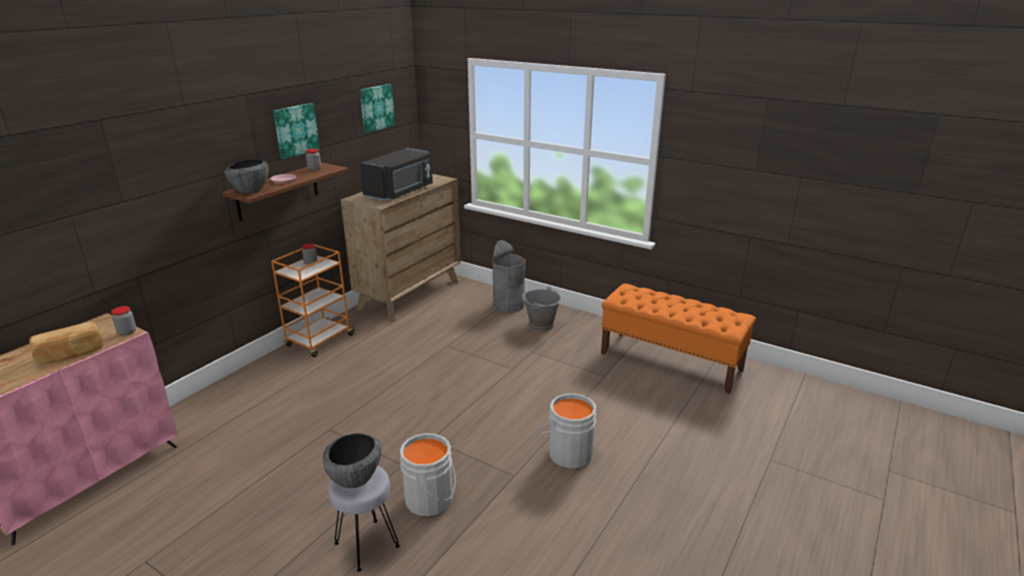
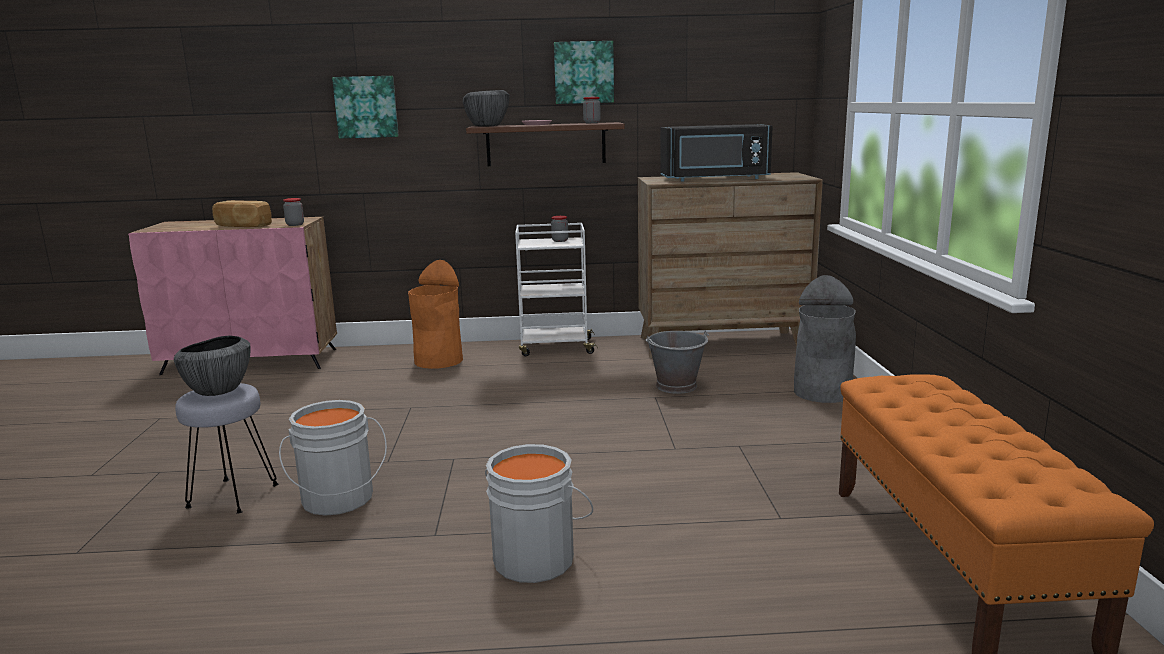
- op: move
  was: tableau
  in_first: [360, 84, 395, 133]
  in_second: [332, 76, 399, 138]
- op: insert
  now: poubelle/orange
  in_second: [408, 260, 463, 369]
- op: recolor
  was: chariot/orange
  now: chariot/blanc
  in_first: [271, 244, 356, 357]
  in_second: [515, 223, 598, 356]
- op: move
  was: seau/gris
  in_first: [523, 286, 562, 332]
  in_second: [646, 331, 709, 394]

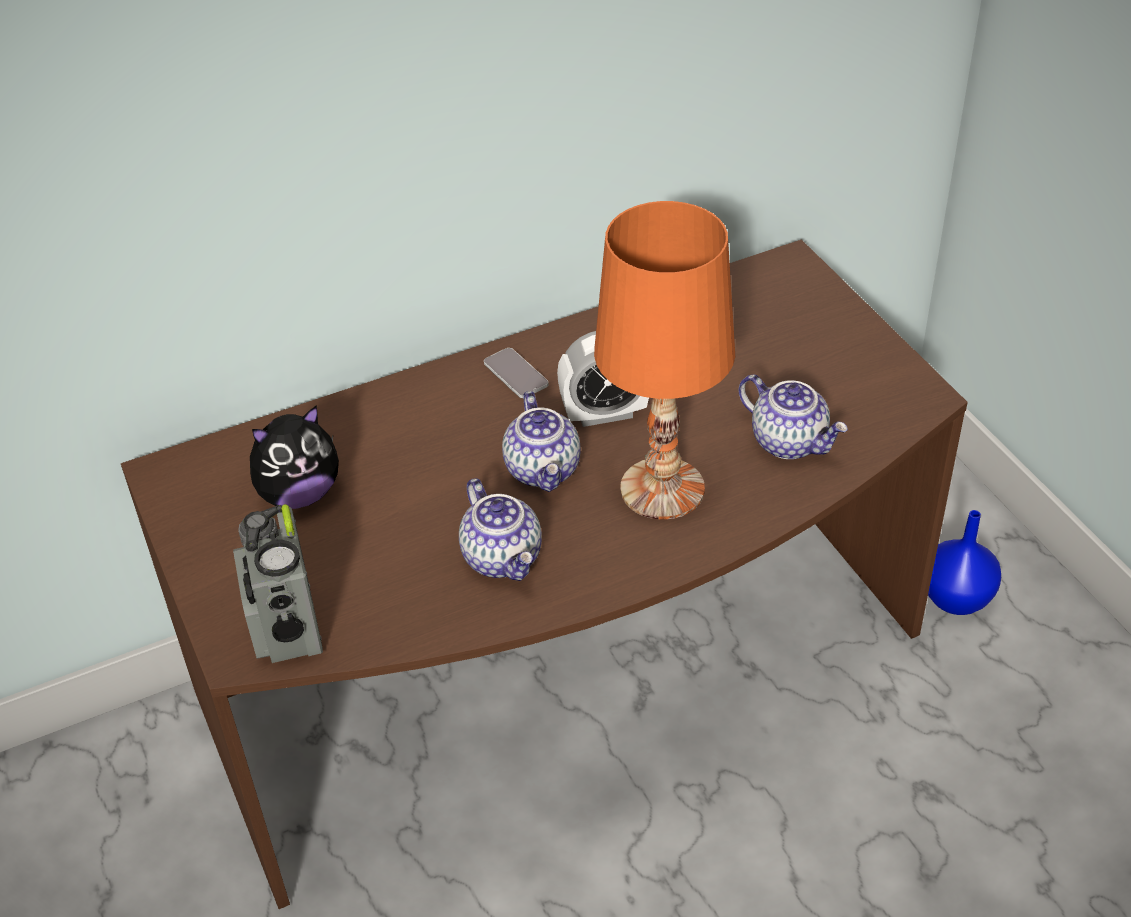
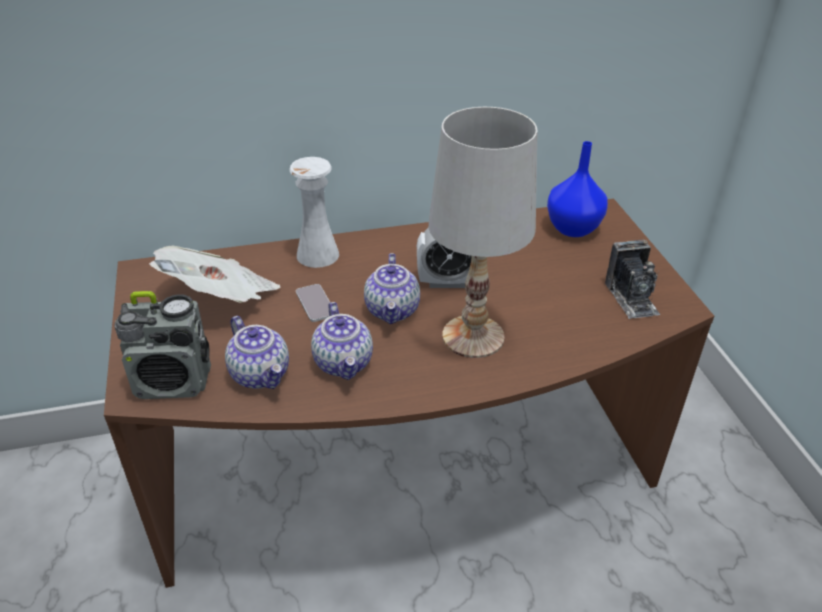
- op: rotate
  was: radio
  in_first: [233, 504, 323, 663]
  in_second: [114, 291, 211, 399]
  clockwise: -90
- op: replace
  was: peluche
  now: journal
  in_first: [250, 405, 339, 509]
  in_second: [149, 246, 280, 303]
- op: move
  was: théière
  in_first: [739, 374, 848, 459]
  in_second: [225, 316, 289, 389]
- op: insert
  now: vase/blanc
  in_second: [290, 157, 339, 268]
- op: move
  was: téléphone
  in_first: [484, 348, 548, 398]
  in_second: [296, 284, 330, 322]
- op: recolor
  was: lampe de table/orange
  now: lampe de table/blanc
  in_first: [594, 201, 735, 520]
  in_second: [428, 107, 538, 358]
- op: move
  was: vase/bleu
  in_first: [928, 510, 1001, 615]
  in_second: [547, 141, 608, 237]
- op: insert
  now: appareil photo
  in_second: [605, 240, 660, 319]

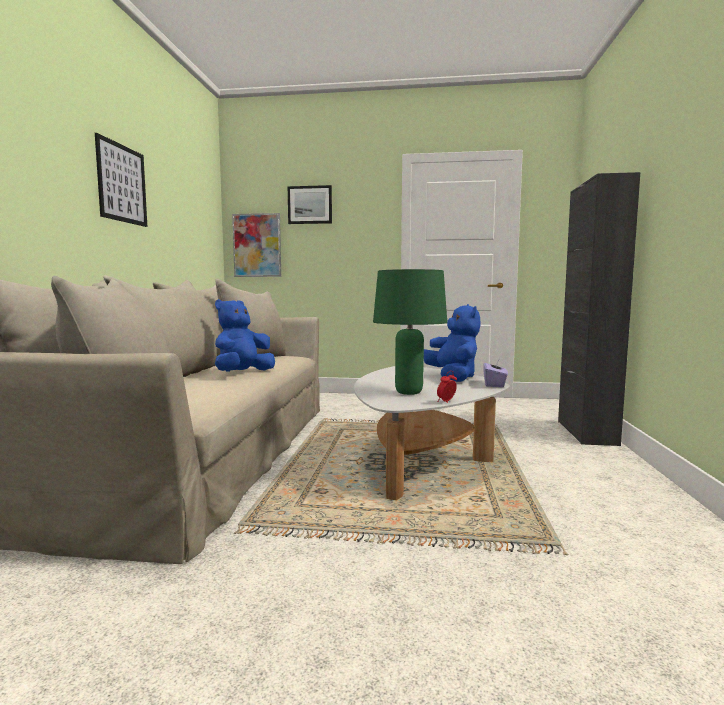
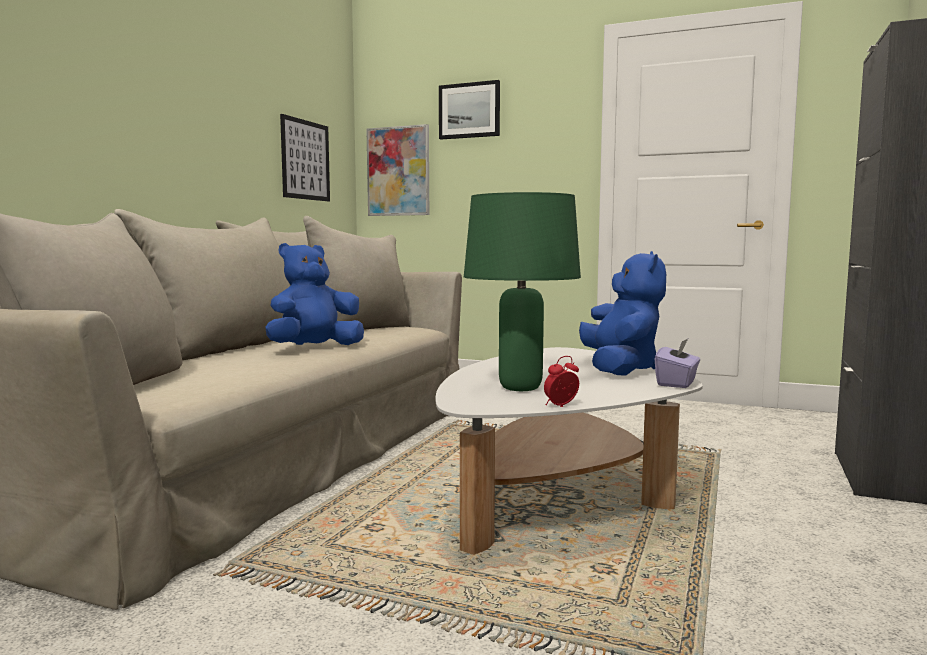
- op: move
  was: tableau
  in_first: [95, 133, 147, 227]
  in_second: [280, 114, 330, 201]

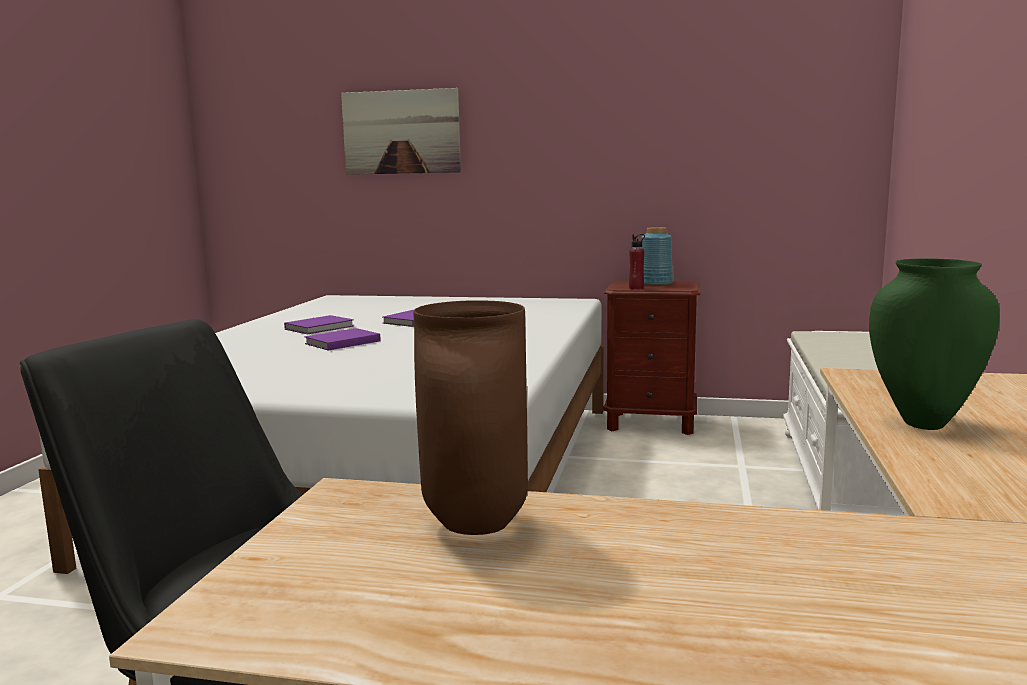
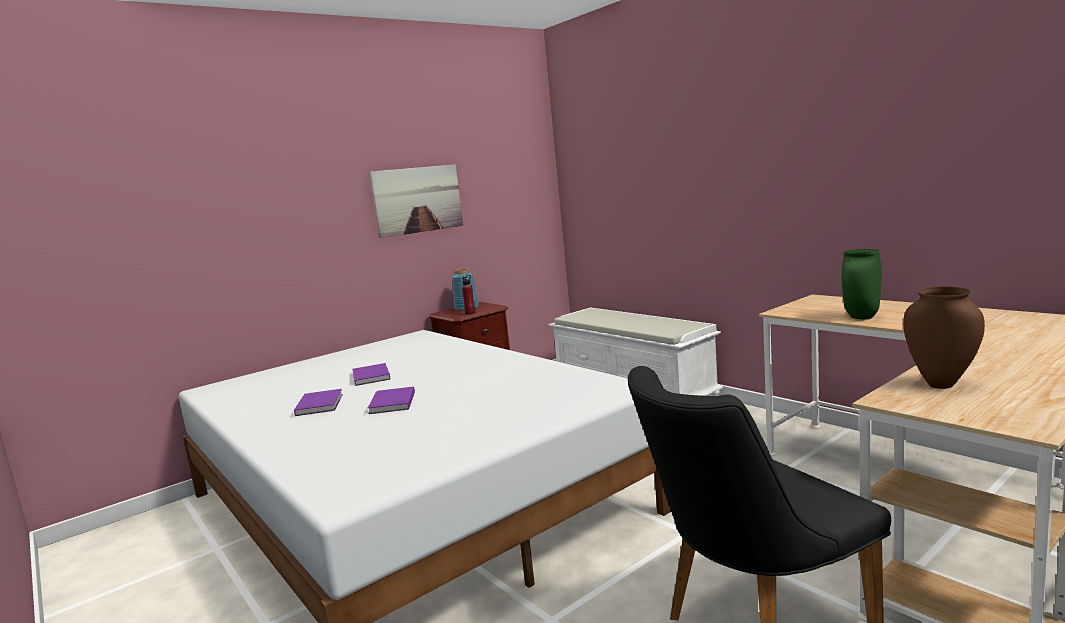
- op: move
  was: tableau
  in_first: [341, 88, 461, 175]
  in_second: [369, 164, 463, 238]

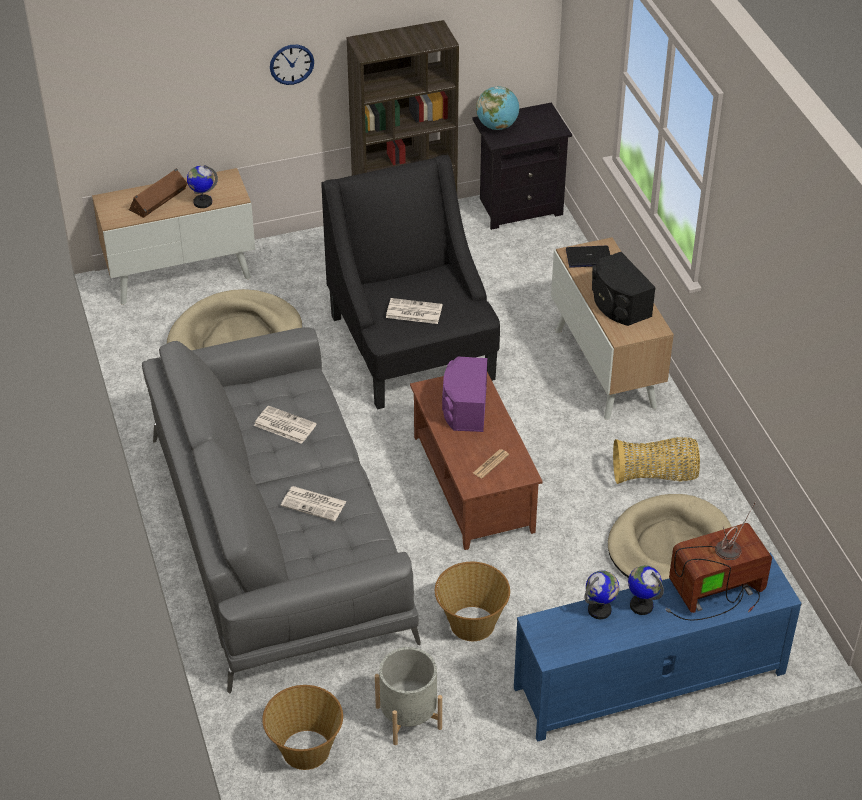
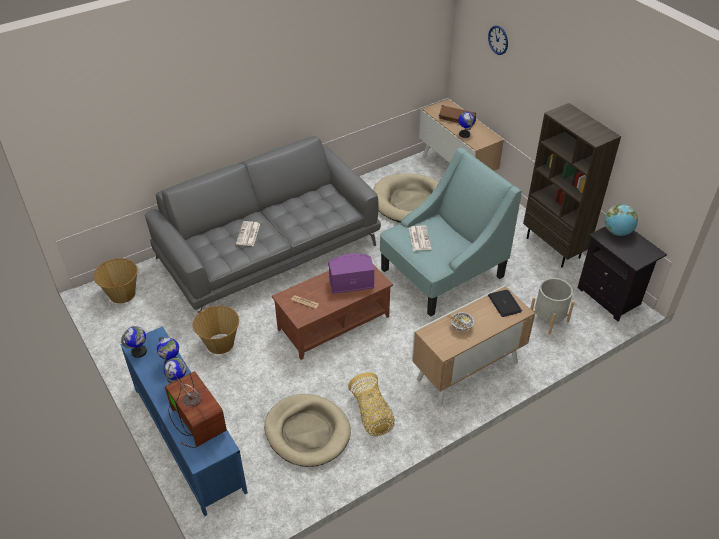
- op: insert
  now: globe
  in_second: [121, 326, 147, 358]
- op: recolor
  was: fauteuil/noir
  now: fauteuil/turquoise
  in_first: [321, 155, 500, 409]
  in_second: [380, 147, 522, 317]
- op: replace
  was: enceinte/noir
  now: bol
  in_first: [592, 252, 656, 326]
  in_second: [448, 312, 474, 331]
- op: move
  was: horloge murale
  in_first: [270, 45, 314, 85]
  in_second: [488, 26, 508, 55]
- op: move
  was: cache-pot/gris
  in_first: [375, 647, 442, 745]
  in_second: [530, 278, 575, 335]
- op: delete
  was: journal
  in_first: [254, 405, 317, 444]

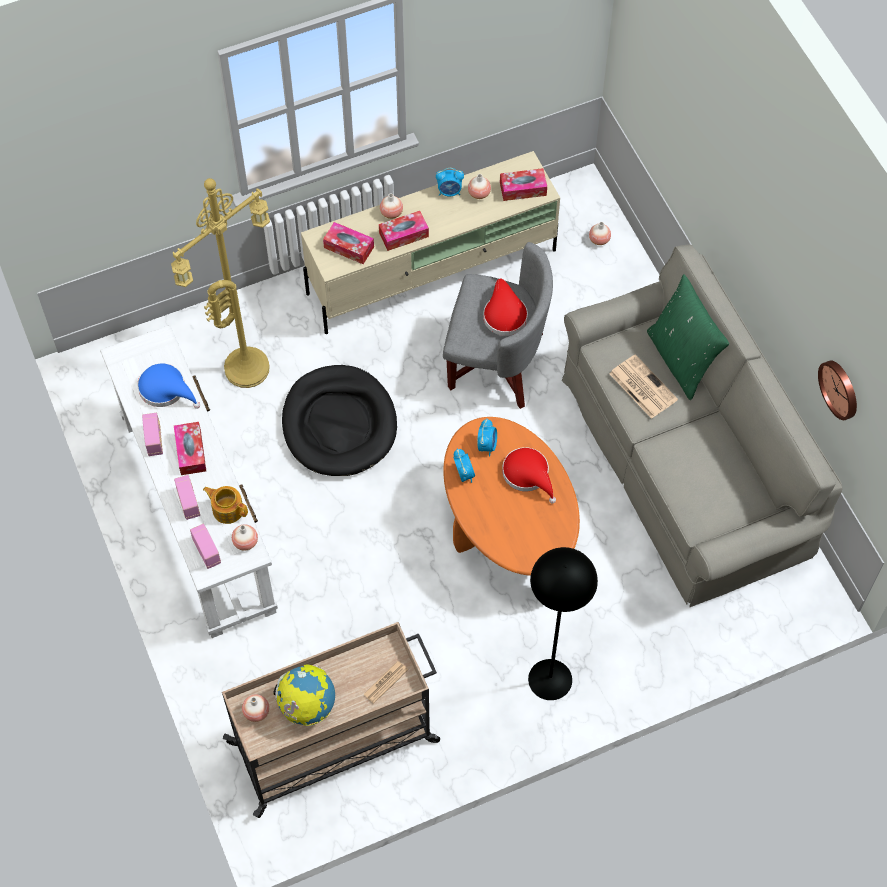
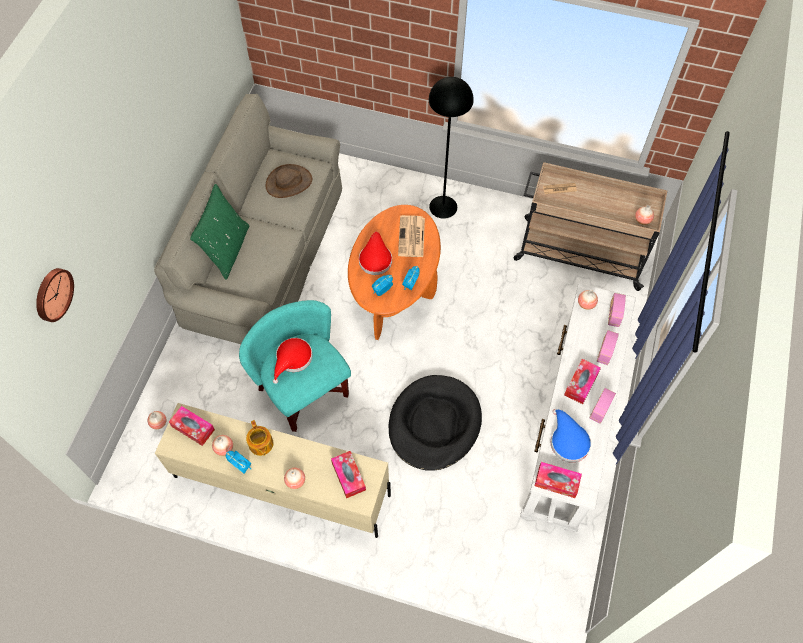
- op: move
  was: horloge murale
  in_first: [818, 360, 857, 420]
  in_second: [36, 268, 74, 322]
- op: recolor
  was: fauteuil/gris
  now: fauteuil/turquoise
  in_first: [443, 242, 553, 409]
  in_second: [239, 300, 351, 432]
- op: move
  was: théière
  in_first: [203, 486, 248, 524]
  in_second: [246, 420, 273, 456]
- op: insert
  now: chapeau/marron
  in_second: [266, 164, 312, 198]
- op: move
  was: journal
  in_first: [609, 354, 678, 419]
  in_second: [398, 215, 425, 257]
- op: move
  was: boîte à mouchoirs
  in_first: [379, 211, 429, 251]
  in_second: [535, 462, 582, 498]
- op: delete
  was: lampadaire/jaune
  in_first: [171, 178, 270, 388]
- op: delete
  was: globe
  in_first: [273, 664, 335, 726]

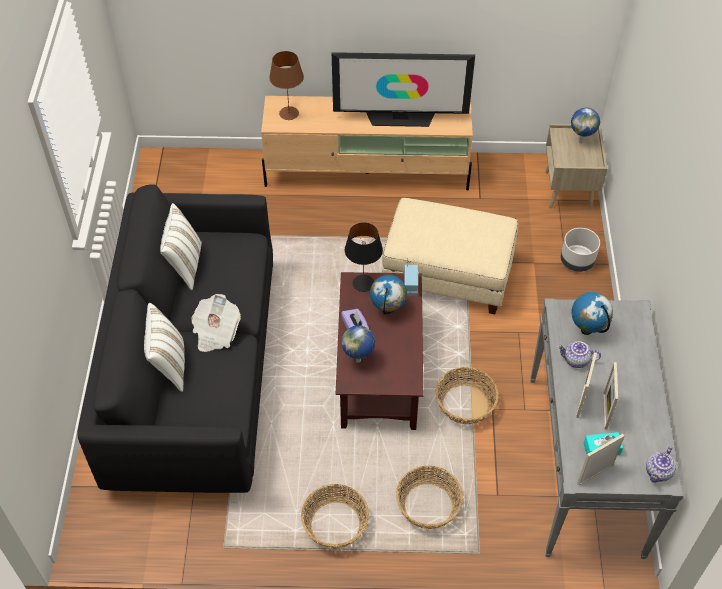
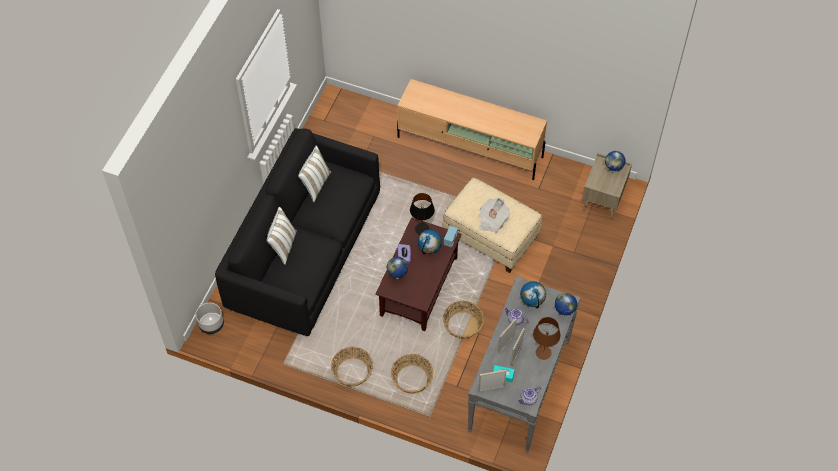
- op: move
  was: cache-pot/gris
  in_first: [560, 228, 600, 272]
  in_second: [196, 303, 224, 334]
- op: move
  was: journal
  in_first: [191, 294, 241, 352]
  in_second: [479, 198, 510, 232]
- op: move
  was: lampe de table/marron
  in_first: [269, 51, 304, 120]
  in_second: [533, 317, 561, 360]
- op: insert
  now: globe
  in_second: [555, 293, 577, 316]
- op: delete
  was: téléviseur
  in_first: [332, 52, 475, 127]

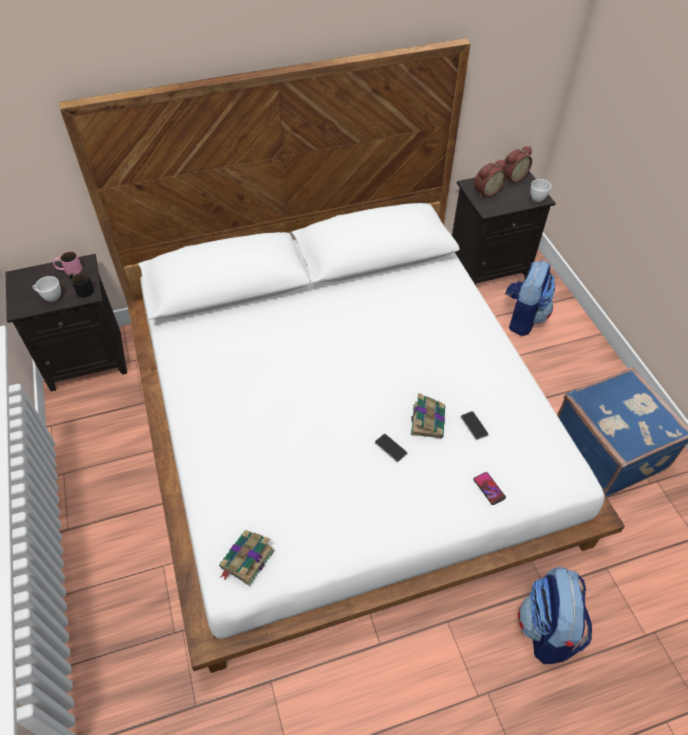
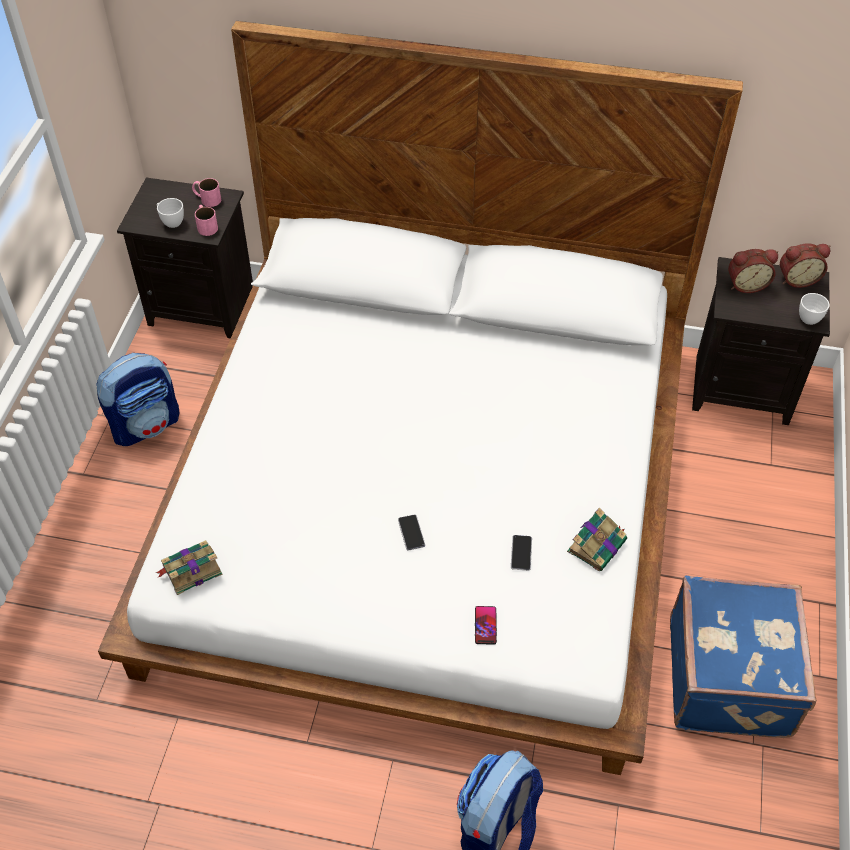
- op: move
  was: sac à dos
  in_first: [505, 260, 555, 336]
  in_second: [96, 353, 180, 446]
- op: recolor
  was: mug/noir
  now: mug/rose
  in_first: [70, 273, 94, 298]
  in_second: [195, 205, 218, 236]
- op: move
  was: livre
  in_first: [411, 393, 445, 439]
  in_second: [567, 508, 627, 571]

